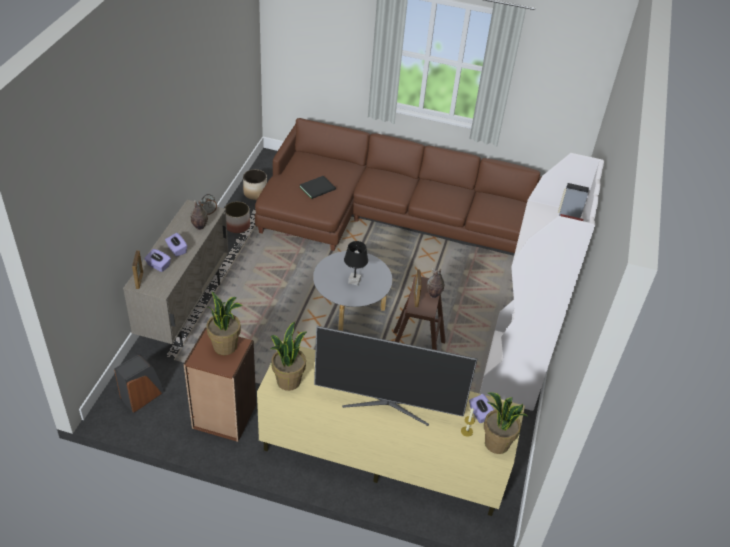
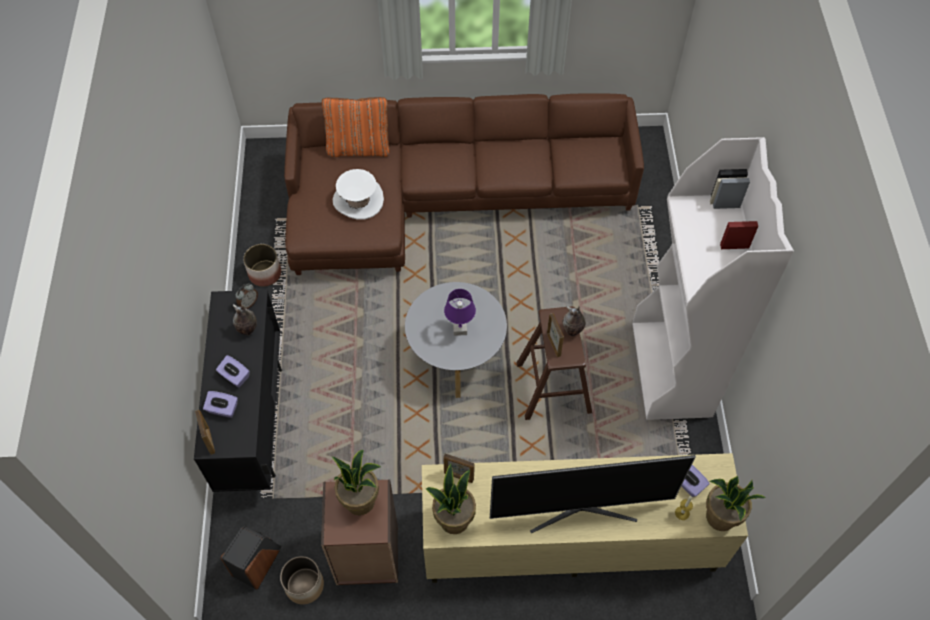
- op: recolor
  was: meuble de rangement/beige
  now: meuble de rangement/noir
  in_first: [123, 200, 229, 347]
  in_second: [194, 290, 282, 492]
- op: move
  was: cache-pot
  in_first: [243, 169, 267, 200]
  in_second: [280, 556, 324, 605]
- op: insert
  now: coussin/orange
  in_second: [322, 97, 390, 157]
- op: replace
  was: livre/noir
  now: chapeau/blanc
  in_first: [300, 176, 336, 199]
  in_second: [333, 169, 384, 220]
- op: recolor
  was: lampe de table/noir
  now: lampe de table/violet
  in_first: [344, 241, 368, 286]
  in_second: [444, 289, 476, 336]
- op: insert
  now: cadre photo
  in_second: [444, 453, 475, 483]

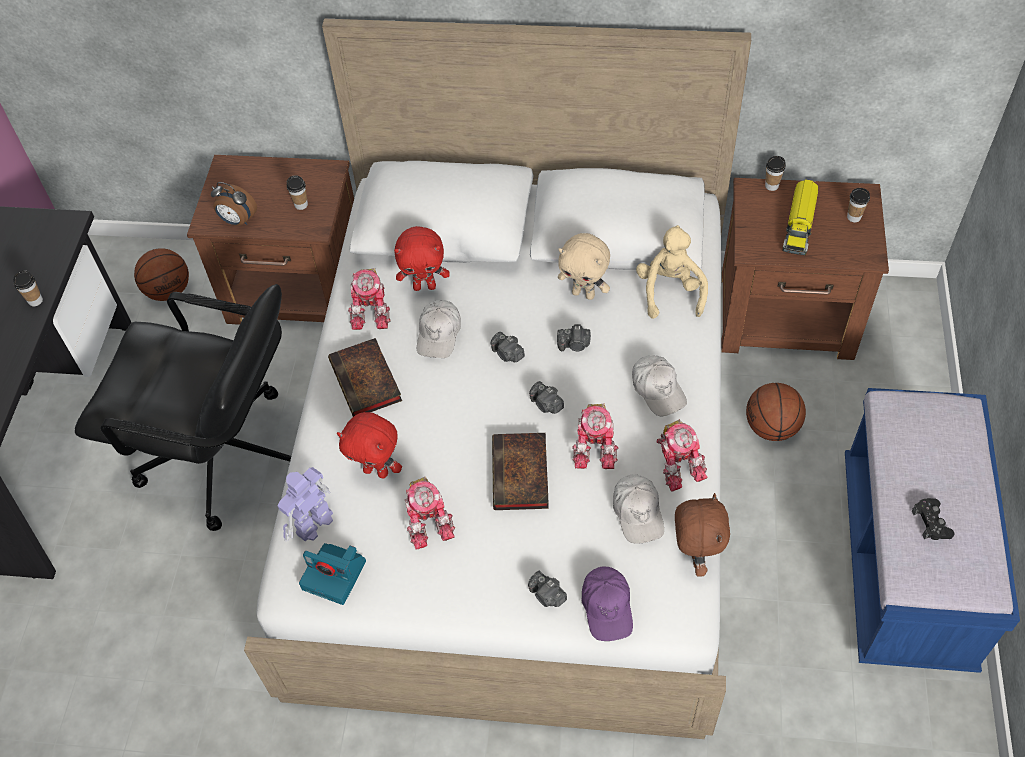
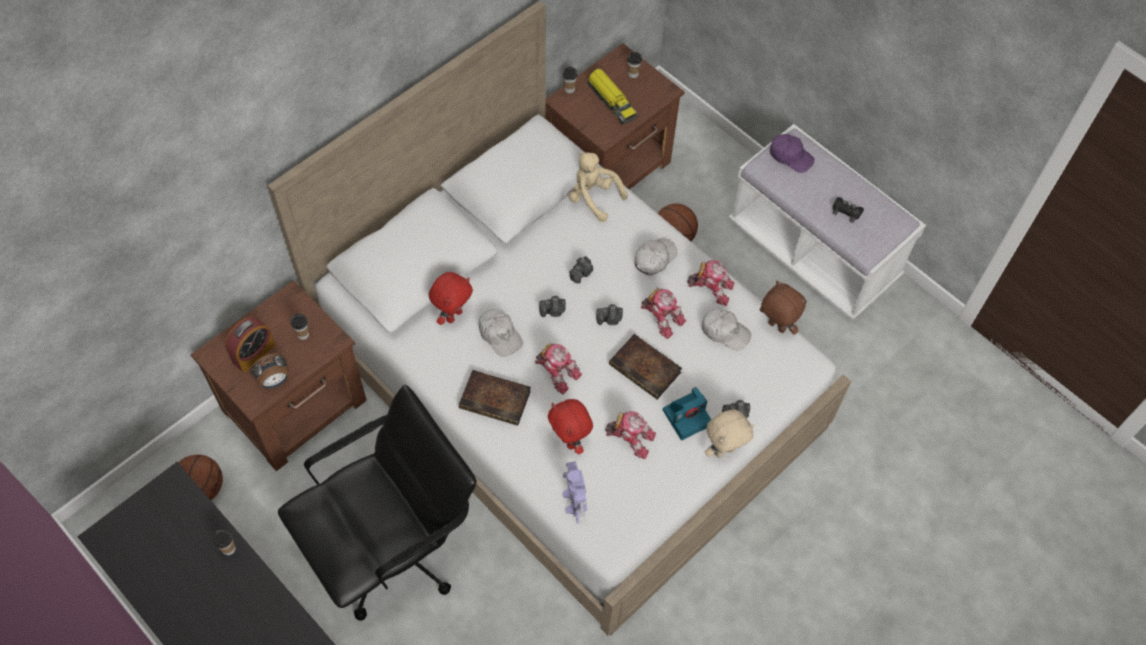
- op: insert
  now: réveil
  in_second: [225, 317, 275, 373]
- op: move
  was: robot jouet
  in_first: [348, 268, 391, 330]
  in_second: [535, 342, 582, 394]
- op: rotate
  was: peluche/rouge
  in_first: [337, 412, 402, 478]
  in_second: [548, 399, 593, 454]
  clockwise: 90
- op: rotate
  was: casquette/blanc
  in_first: [632, 355, 687, 416]
  in_second: [635, 238, 678, 275]
  clockwise: -60
- op: move
  was: appareil photo
  in_first: [299, 543, 366, 605]
  in_second: [663, 387, 712, 440]
- op: move
  was: peluche/beige
  in_first: [558, 233, 610, 300]
  in_second: [705, 409, 754, 458]
- op: recolor
  was: banc/bleu
  now: banc/blanc
  in_first: [845, 388, 1020, 673]
  in_second: [728, 124, 926, 320]
- op: move
  was: casquette/violet
  in_first: [581, 566, 633, 641]
  in_second: [770, 134, 814, 173]

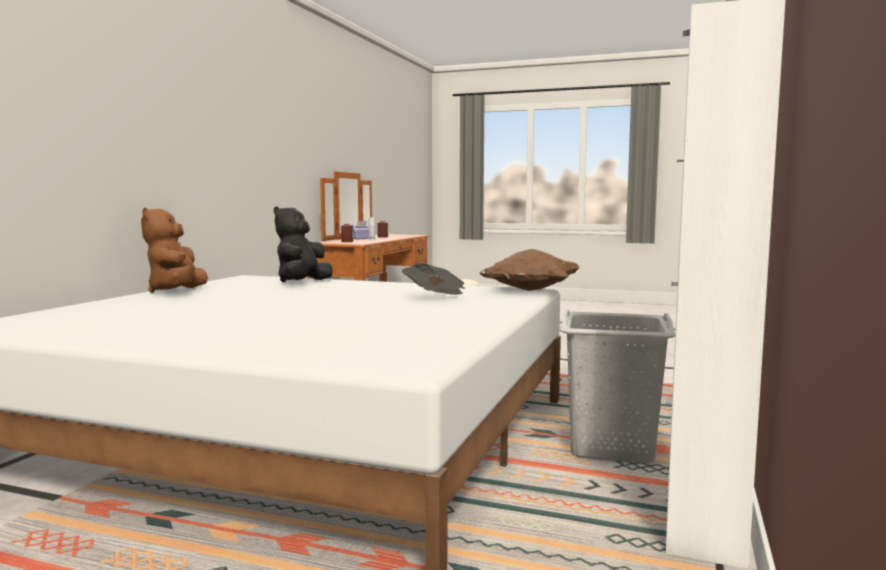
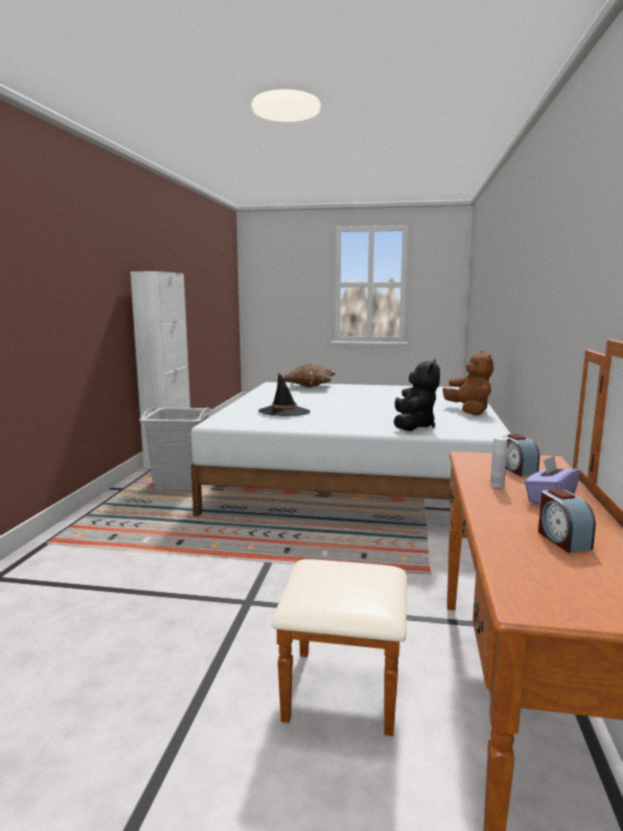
- op: replace
  was: journal
  now: chapeau/noir
  in_first: [402, 264, 465, 295]
  in_second: [258, 372, 310, 416]
- op: move
  was: coussin/marron
  in_first: [480, 249, 580, 291]
  in_second: [283, 364, 336, 388]

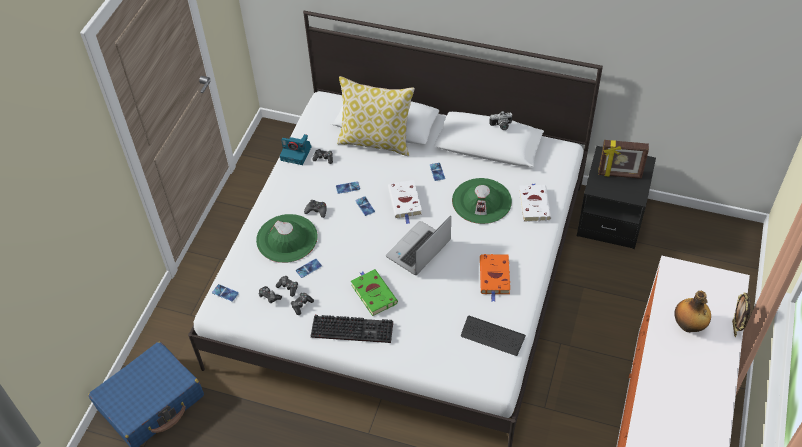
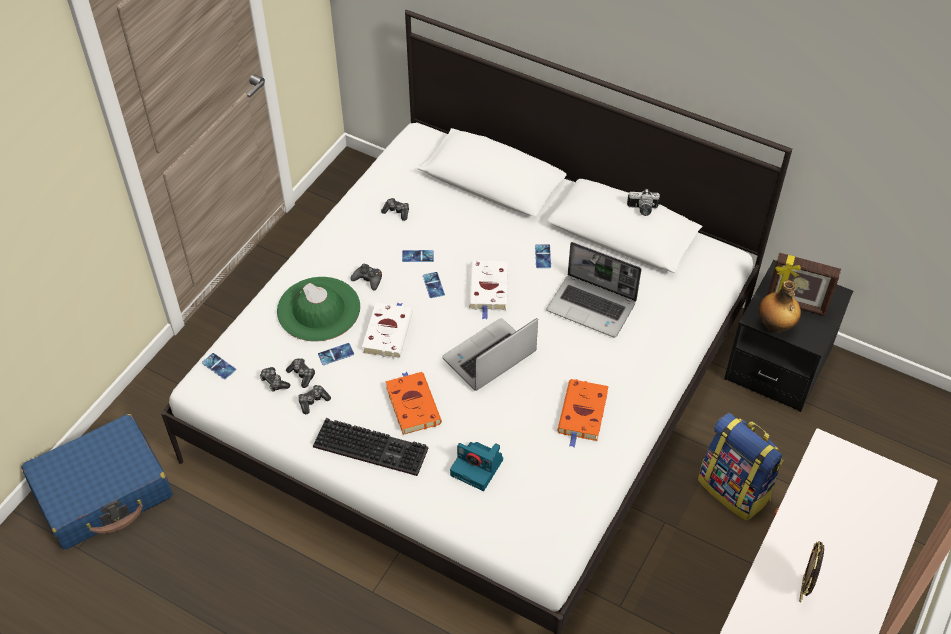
- op: move
  was: livre/blanc
  in_first: [519, 184, 551, 222]
  in_second: [362, 302, 413, 359]
- op: recolor
  was: livre/vert
  now: livre/orange
  in_first: [351, 269, 398, 316]
  in_second: [386, 372, 442, 435]
- op: move
  was: appareil photo
  in_first: [280, 134, 311, 165]
  in_second: [450, 442, 503, 491]
- op: replace
  was: chapeau/vert
  now: ordinateur portable
  in_first: [452, 178, 512, 224]
  in_second: [547, 242, 642, 337]
- op: insert
  now: sac à dos
  in_second: [698, 413, 783, 521]
- op: move
  was: bouteille
  in_first: [674, 291, 711, 332]
  in_second: [759, 280, 801, 333]
- op: move
  was: cadre photo
  in_first: [732, 292, 751, 337]
  in_second: [799, 541, 824, 602]
- op: delete
  was: coussin
  in_first: [337, 76, 415, 156]
- op: delete
  was: clavier
  in_first: [461, 316, 526, 356]

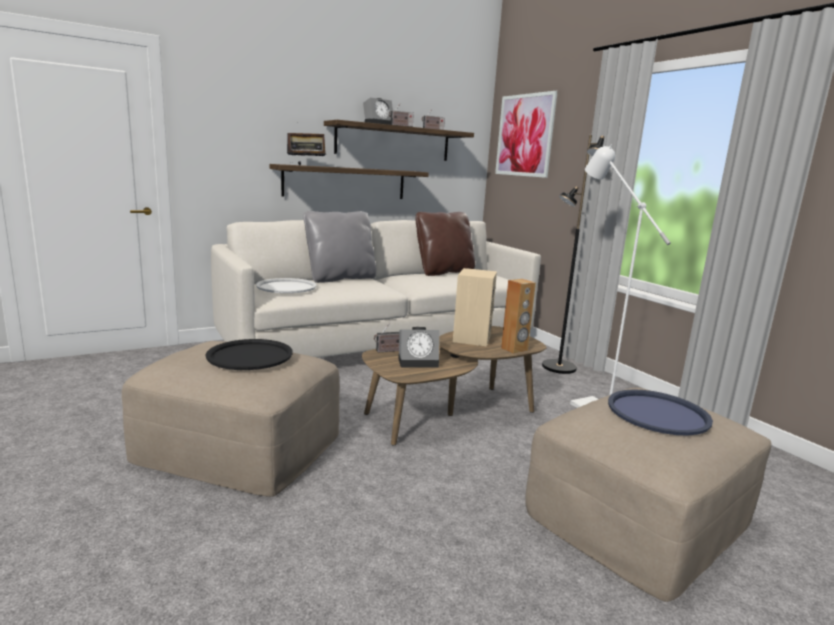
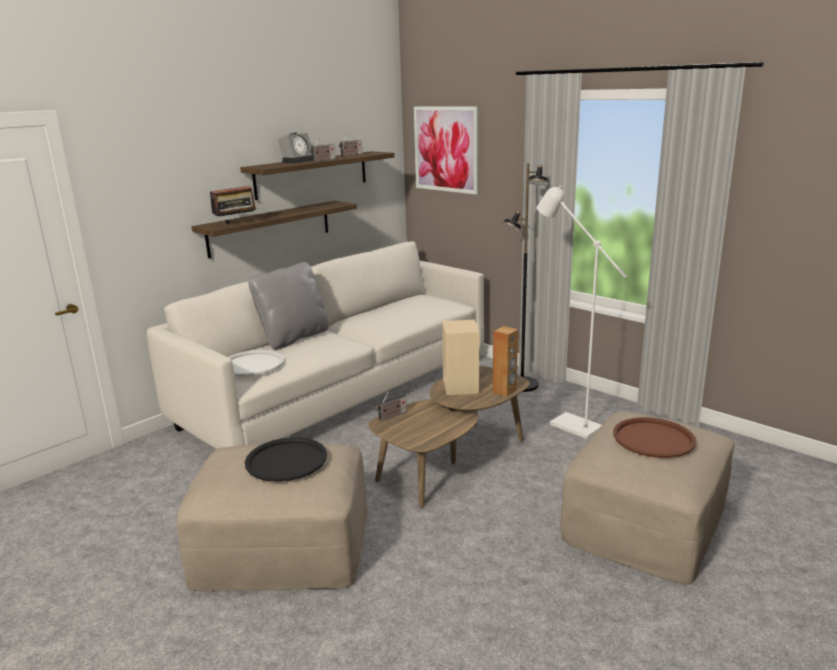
- op: recolor
  was: plateau/bleu
  now: plateau/marron
  in_first: [608, 389, 713, 436]
  in_second: [613, 417, 696, 458]
- op: delete
  was: réveil
  in_first: [398, 327, 439, 368]
- op: delete
  was: coussin/marron
  in_first: [416, 212, 475, 276]

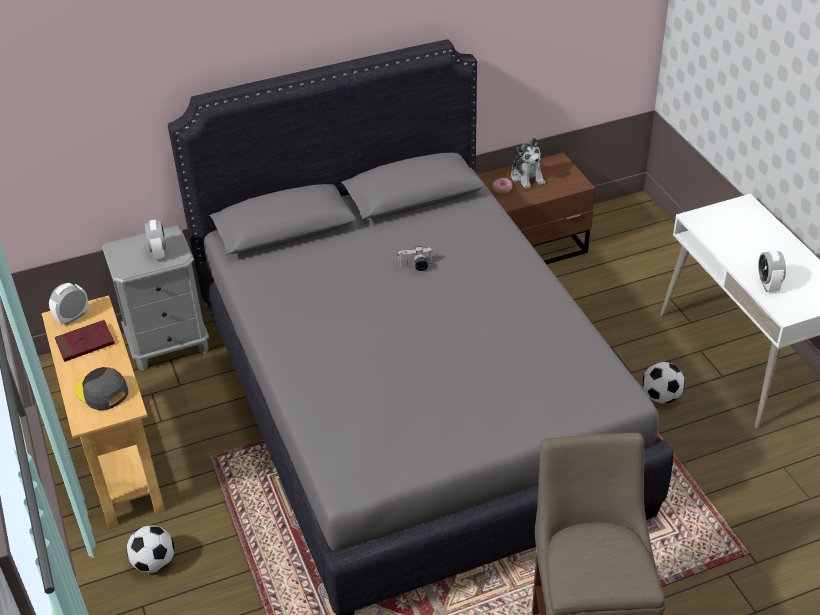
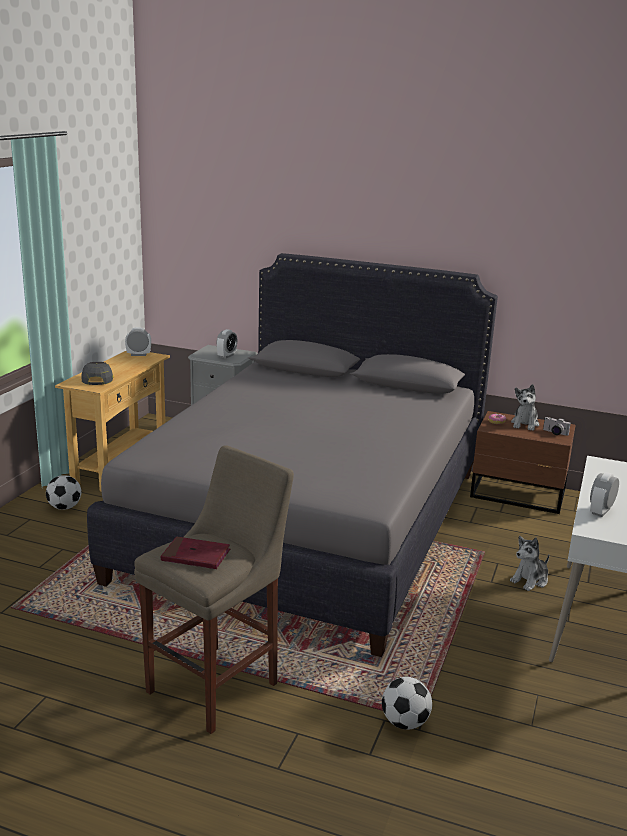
- op: move
  was: livre/rouge
  in_first: [55, 320, 115, 362]
  in_second: [161, 536, 230, 569]
- op: move
  was: ballon de foot
  in_first: [643, 362, 685, 403]
  in_second: [382, 677, 432, 730]
- op: insert
  now: peluche
  in_second: [510, 536, 549, 591]
- op: move
  was: appareil photo
  in_first: [398, 246, 432, 271]
  in_second: [543, 417, 571, 436]

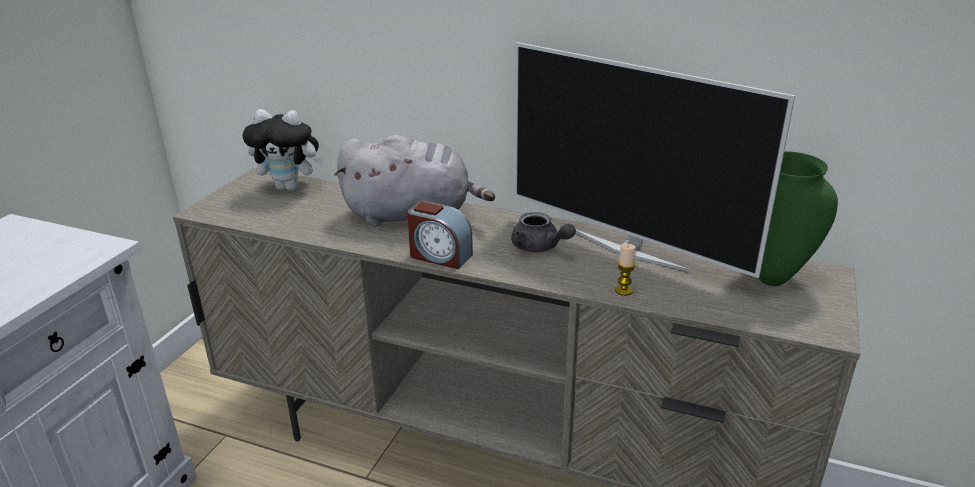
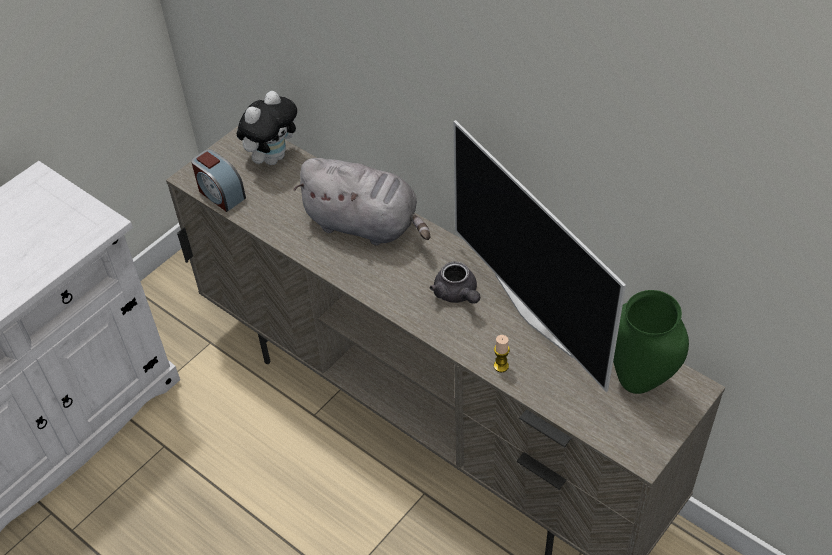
- op: move
  was: réveil
  in_first: [407, 201, 473, 269]
  in_second: [191, 149, 246, 212]
- op: rotate
  was: peluche
  in_first: [242, 109, 324, 190]
  in_second: [237, 91, 297, 165]
  clockwise: -75

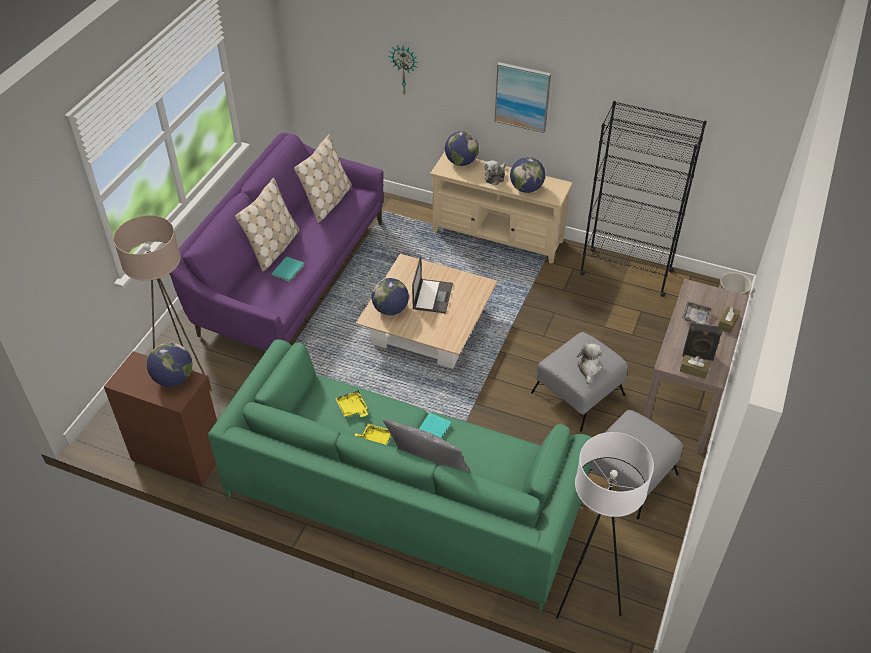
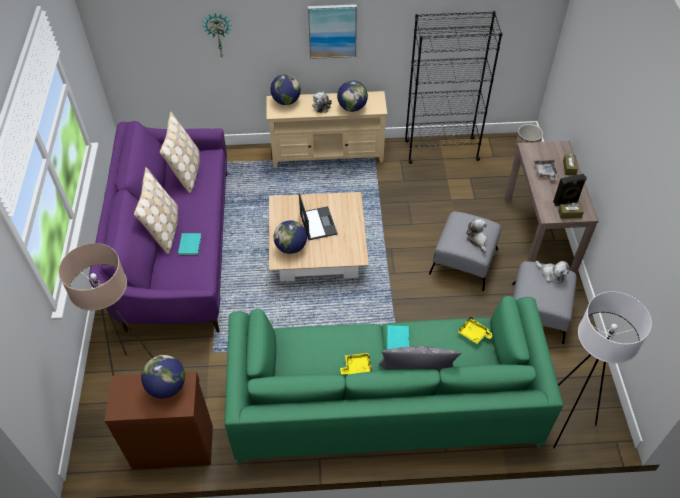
- op: move
  was: plateau/jaune
  in_first: [335, 390, 368, 417]
  in_second: [457, 316, 492, 344]
- op: insert
  now: peluche
  in_second: [535, 261, 569, 284]

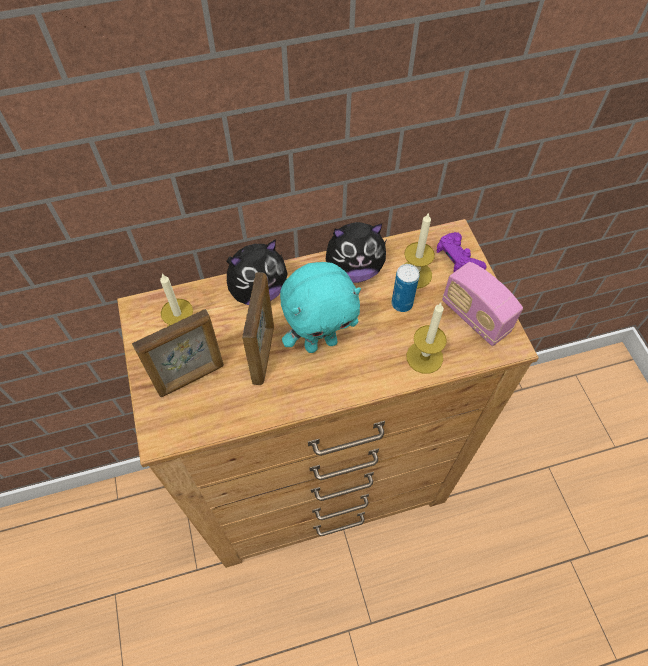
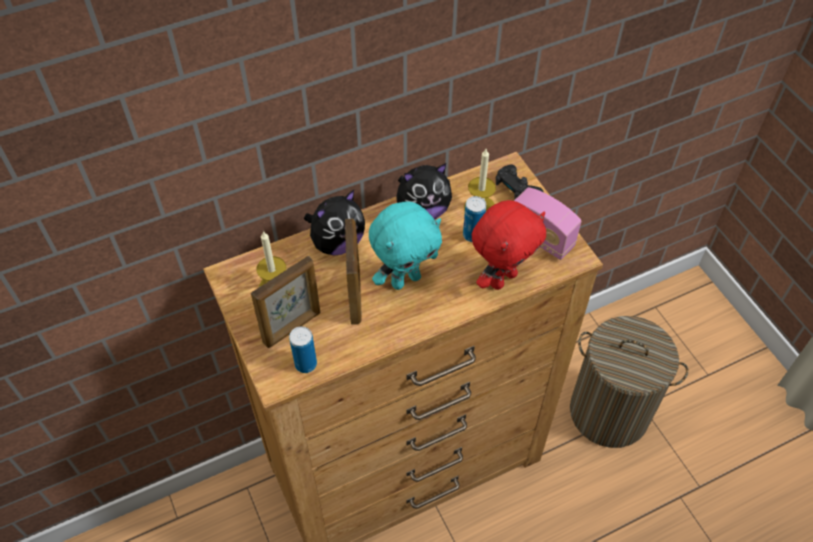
- op: insert
  now: boîte métallique
  in_second: [289, 326, 317, 373]
- op: replace
  was: bougie
  now: peluche/rouge
  in_first: [406, 303, 447, 374]
  in_second: [472, 200, 546, 290]
- op: recolor
  was: manette/violet
  now: manette/noir
  in_first: [437, 232, 486, 273]
  in_second: [496, 164, 543, 200]
- op: insert
  now: panier à linge
  in_second: [570, 316, 688, 448]

